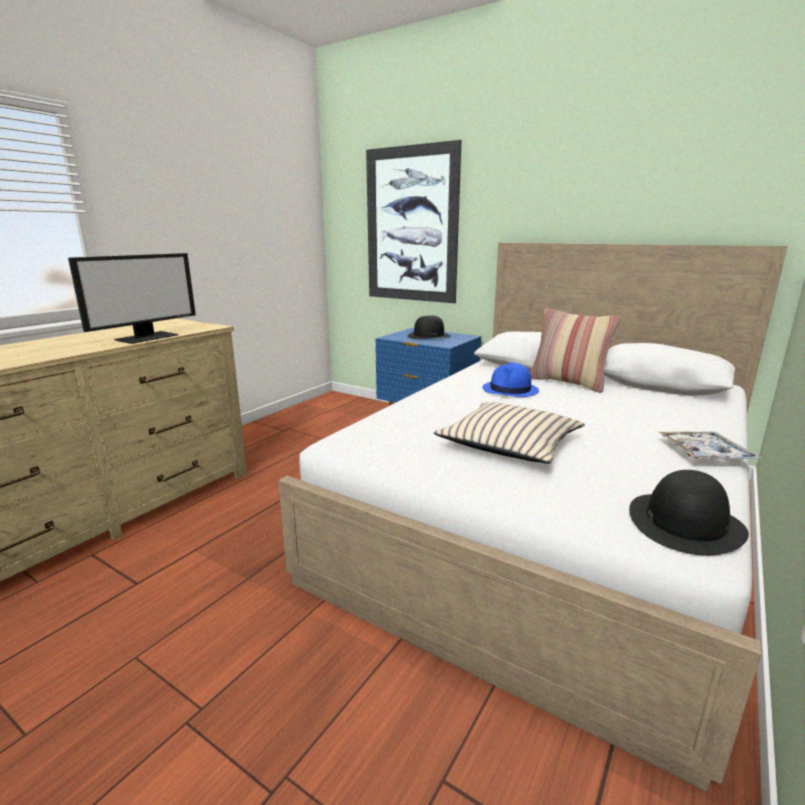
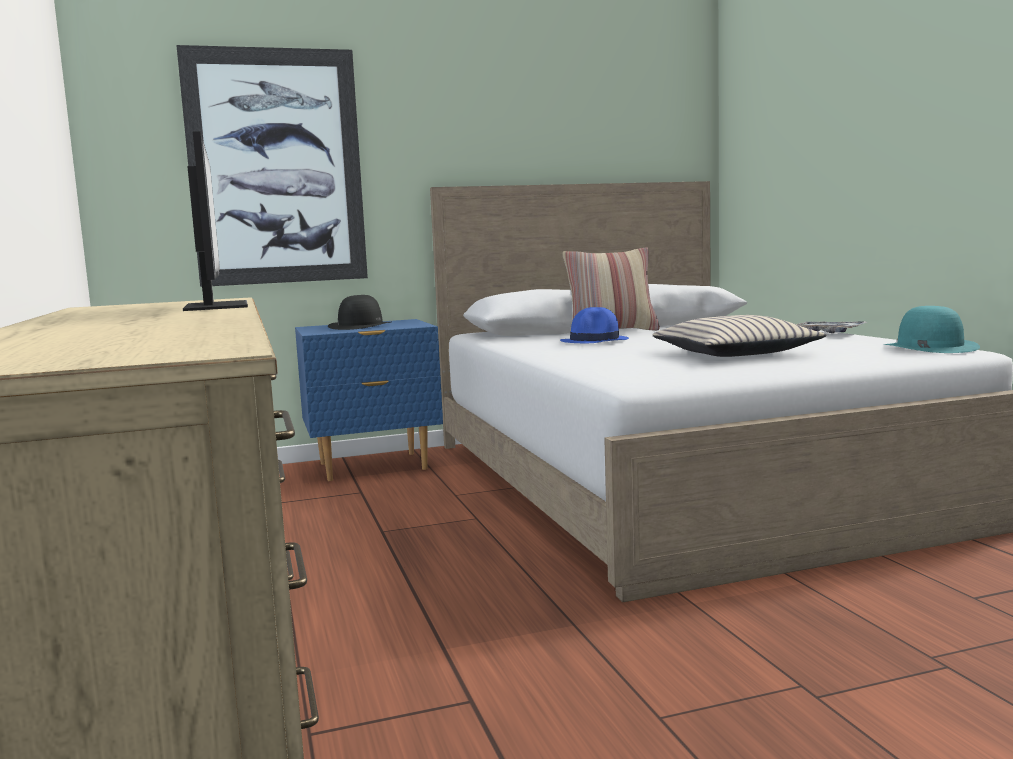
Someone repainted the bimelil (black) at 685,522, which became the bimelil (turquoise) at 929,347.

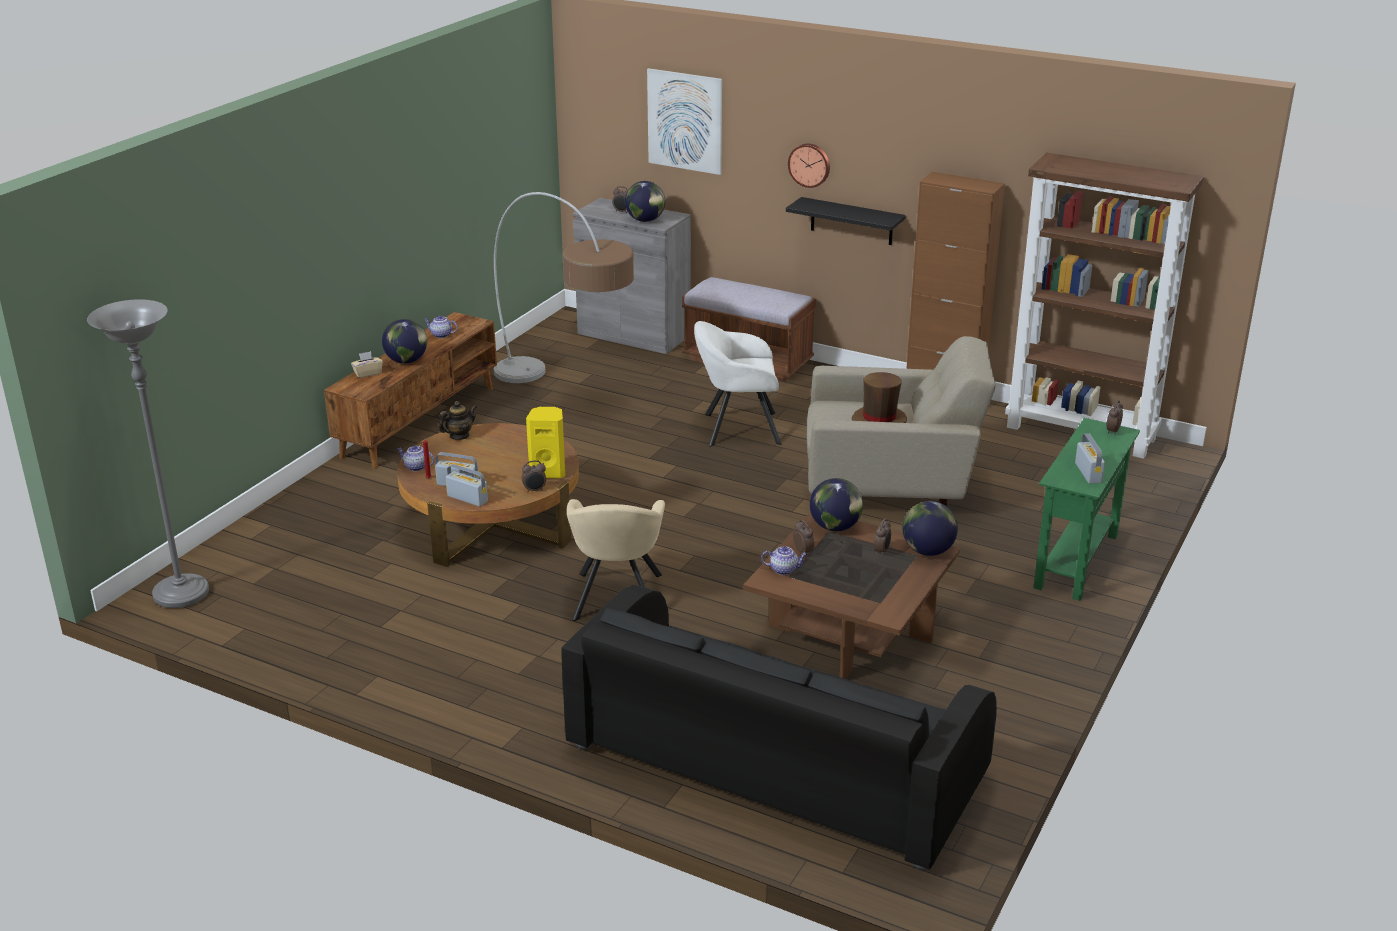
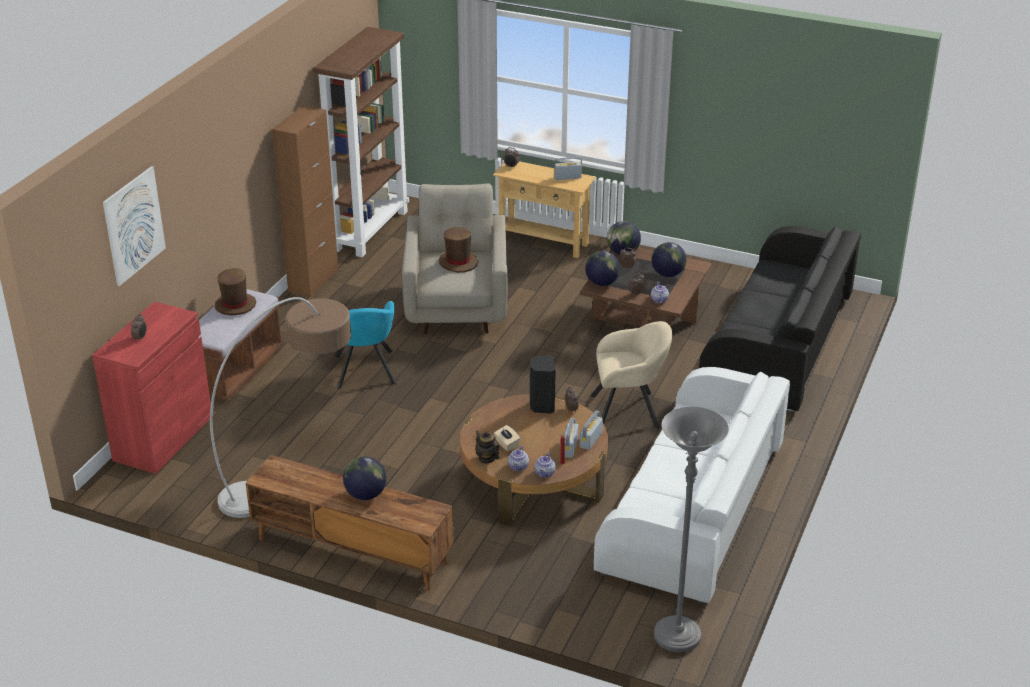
Someone repainted the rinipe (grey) at 634,334, which became the rinipe (red) at 163,438. Someone put down the bimelil (brown) at 235,305. Someone repainted the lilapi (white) at 737,428, which became the lilapi (turquoise) at 365,371. Someone repainted the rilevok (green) at 1076,561, which became the rilevok (beige) at 543,242. Someone carried the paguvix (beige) from 367,373 to 506,444. Someone carried the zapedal from 441,335 to 518,467. Someone repainted the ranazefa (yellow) at 548,472, which became the ranazefa (black) at 541,406. Someone put down the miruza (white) at 694,510. Someone carried the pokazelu from 645,220 to 668,274. Someone took away the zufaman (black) at 851,221. Someone took away the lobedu at 809,164.

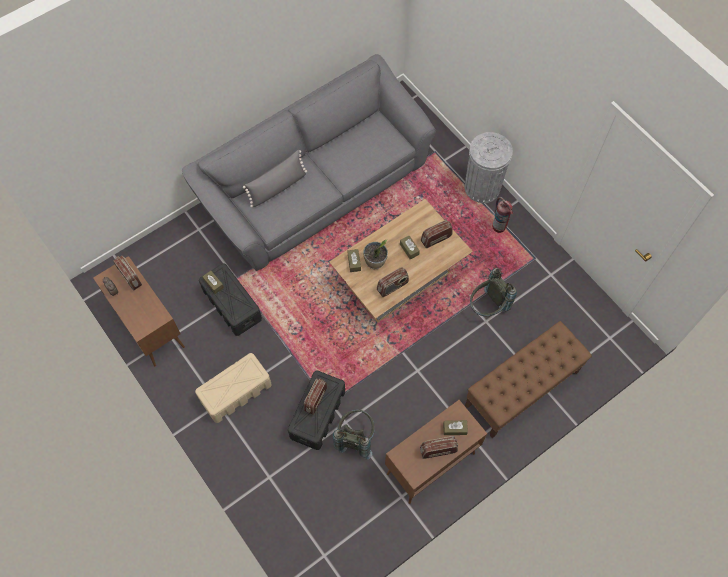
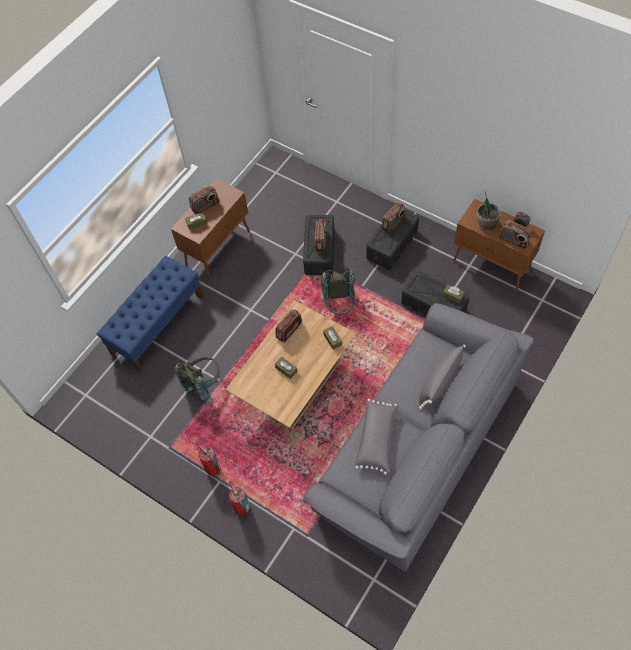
Someone repainted the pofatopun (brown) at 521,389, which became the pofatopun (blue) at 158,325. Someone swapped the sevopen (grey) at 482,188 for the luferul at 242,509. Someone carried the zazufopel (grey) from 355,438 to 339,306. Someone put down the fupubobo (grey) at 377,439. Someone repainted the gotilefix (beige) at 235,392, which became the gotilefix (black) at 392,244. Someone carried the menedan from 436,238 to 393,223. Someone carried the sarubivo from 375,262 to 486,224.

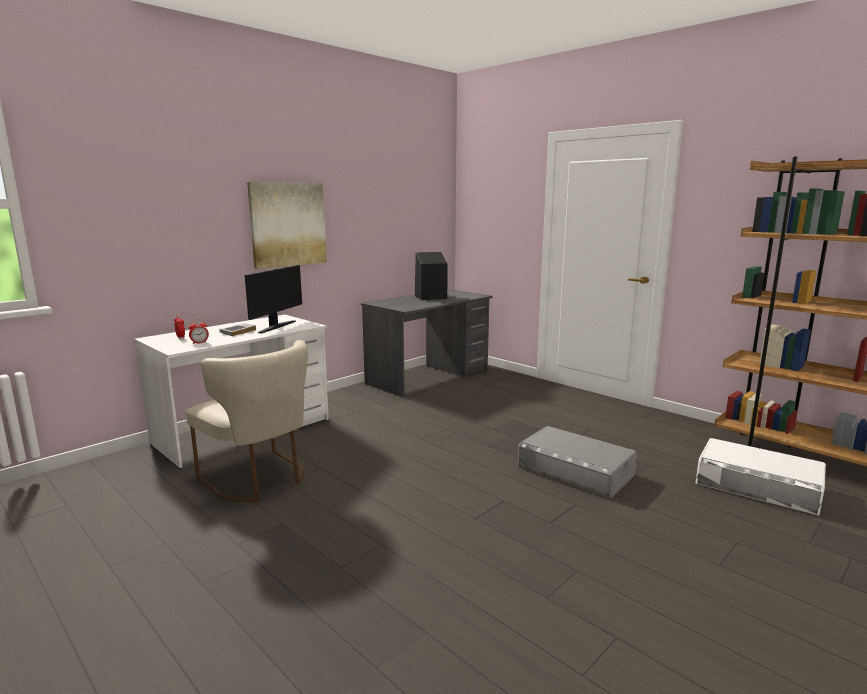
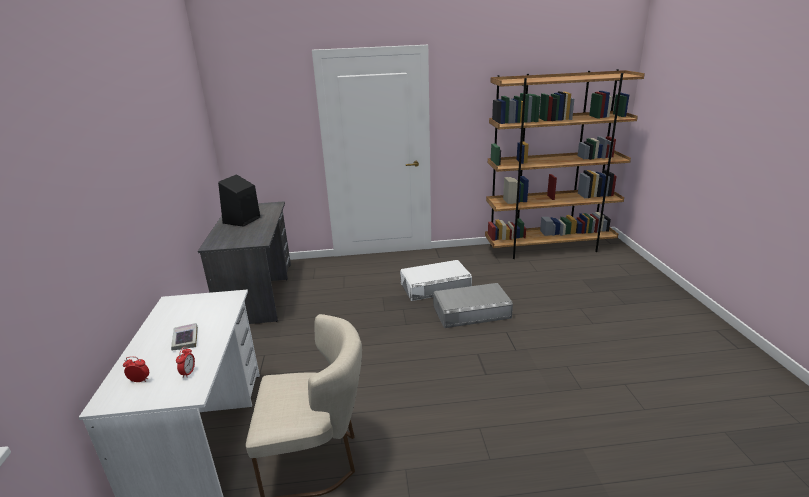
Someone carried the gotilefix (white) from 757,485 to 435,286. Someone took away the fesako at 276,326. Someone took away the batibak at 288,224.

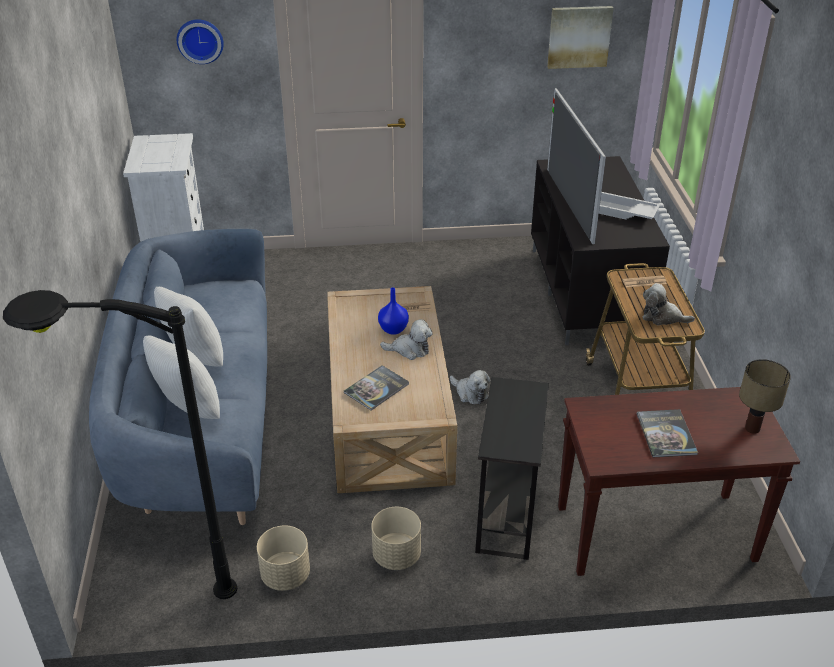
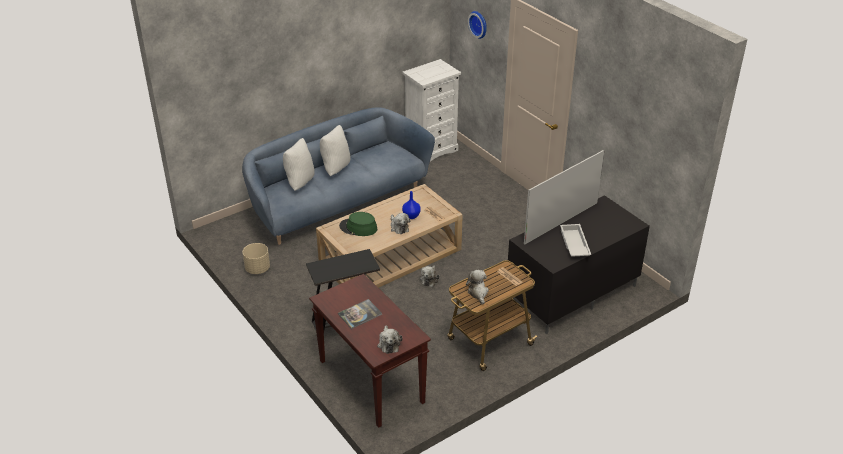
Someone swapped the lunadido at 376,388 for the bimelil (green) at 358,228. Someone swapped the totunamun at 751,428 for the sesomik at 388,343. Someone took away the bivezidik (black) at 149,595. Someone took away the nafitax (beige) at 396,556. Someone took away the batibak at 579,36.

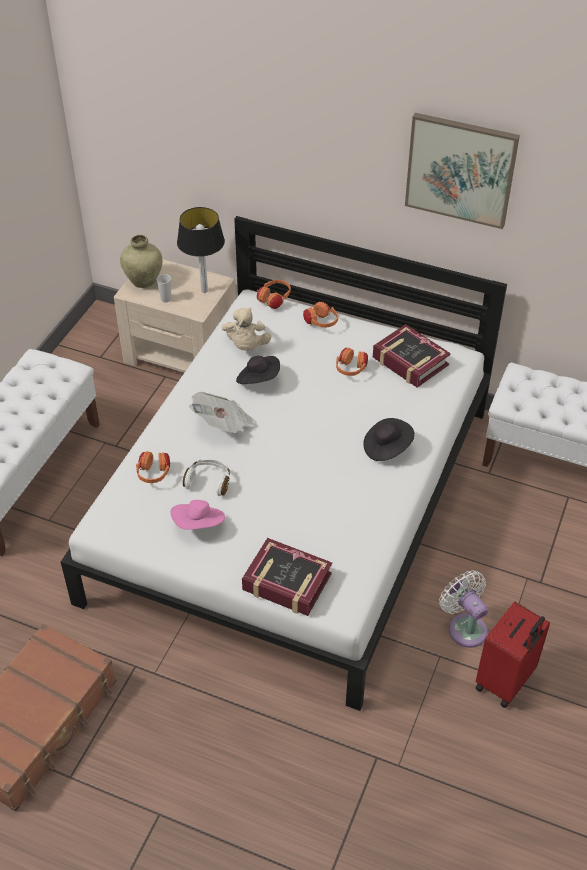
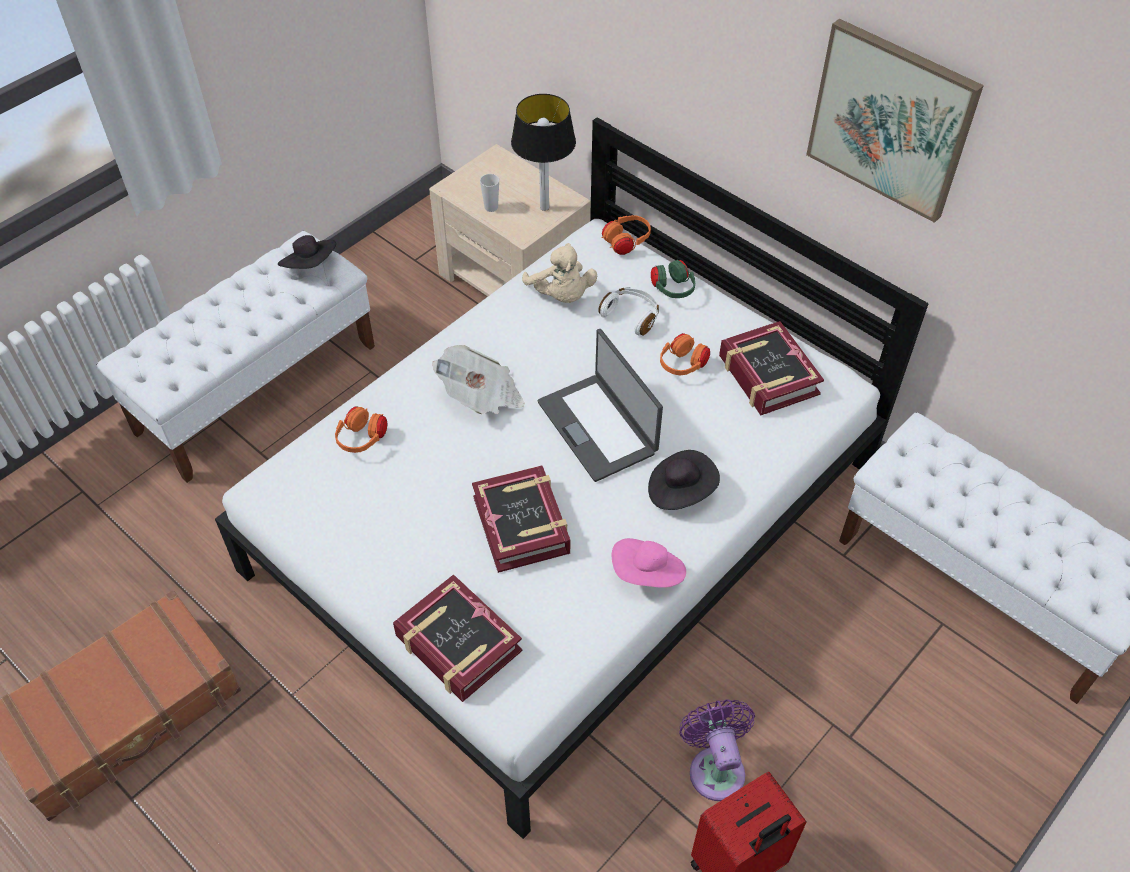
Someone carried the bimelil (black) from 258,379 to 311,266. Someone put down the lunadido at 522,524. Someone rotated the sesomik (beige) at 246,345 by 45 degrees counterclockwise. Someone put down the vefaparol at 598,427. Someone carried the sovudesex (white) from 209,481 to 631,316. Someone carried the bimelil (pink) from 199,524 to 648,574. Someone repainted the sovudesex (orange) at 321,323, which became the sovudesex (green) at 672,290. Someone repainted the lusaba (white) at 465,627, which became the lusaba (purple) at 715,767. Someone took away the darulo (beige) at 144,281.

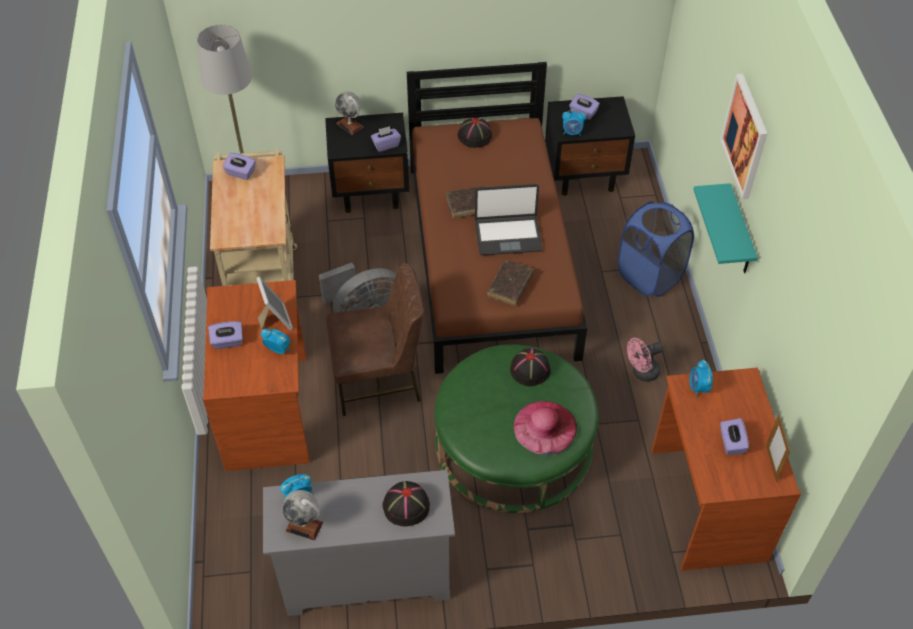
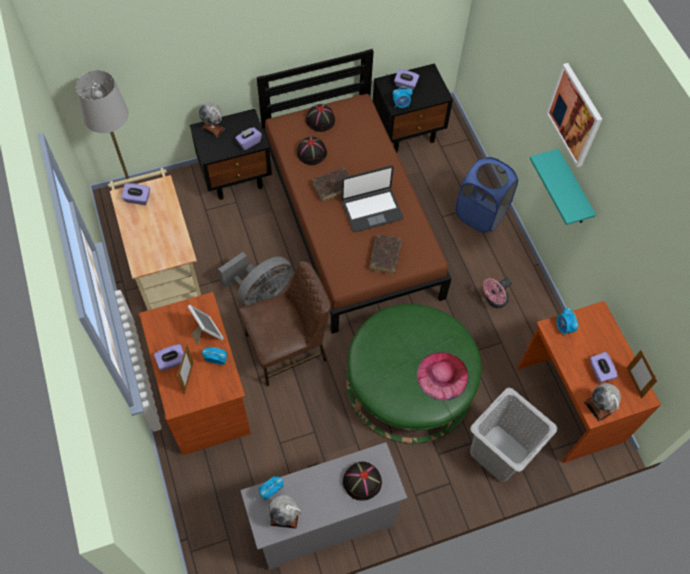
Someone put down the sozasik at 188,378. Someone carried the bimelil (black) from 530,369 to 312,152. Someone put down the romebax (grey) at 499,452. Someone put down the pokazelu at 597,407.

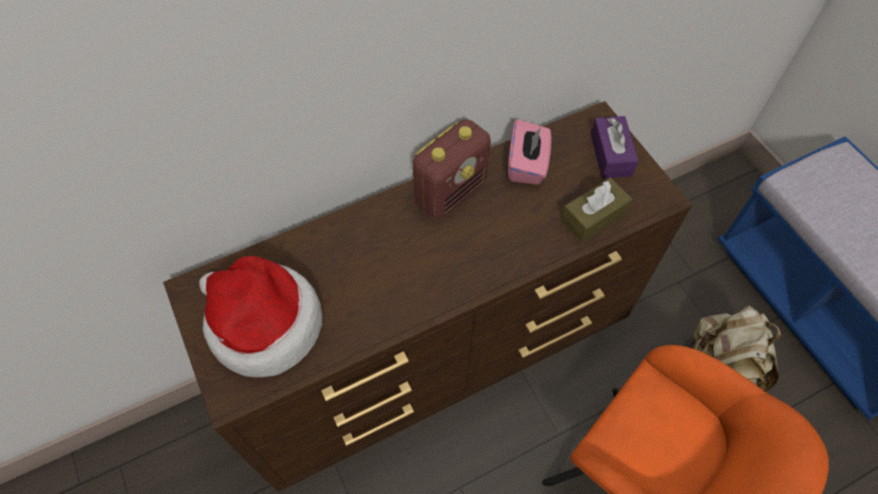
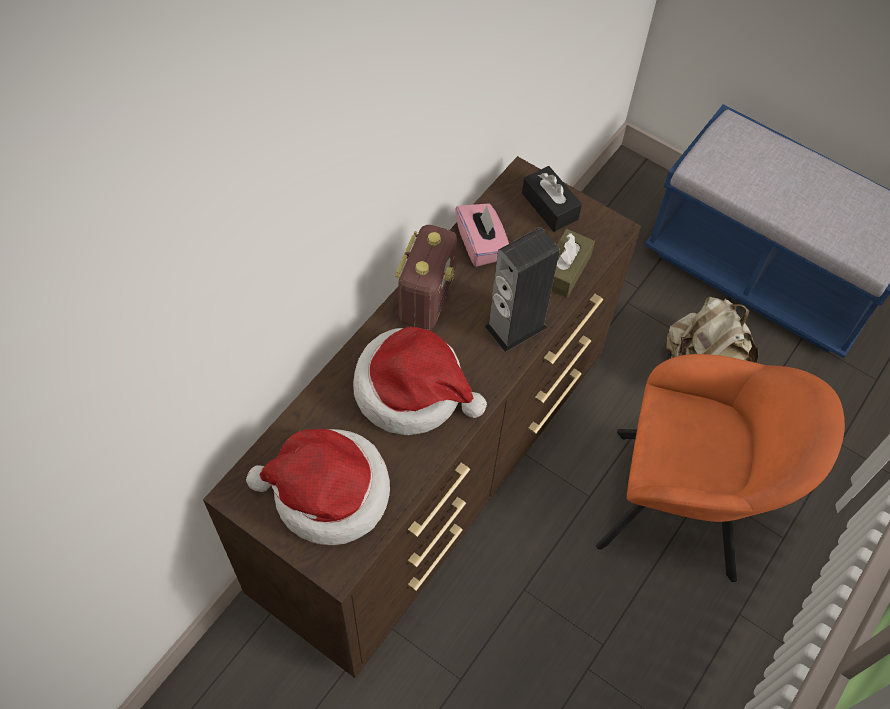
Someone put down the bimelil at 412,390. Someone put down the ranazefa at 516,327. Someone repainted the paguvix (purple) at 610,155, which became the paguvix (black) at 549,206.

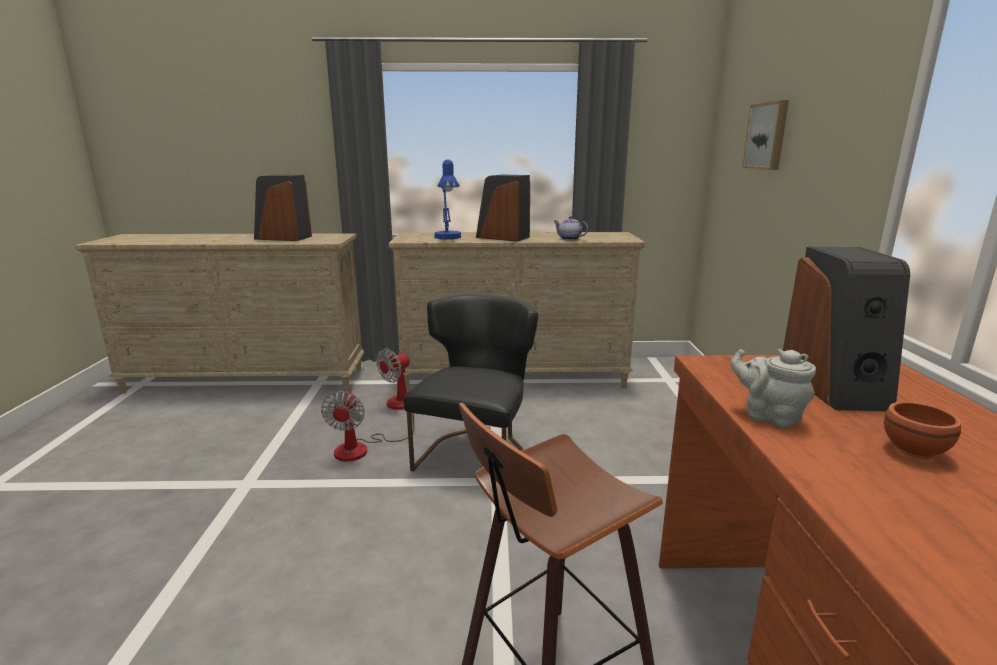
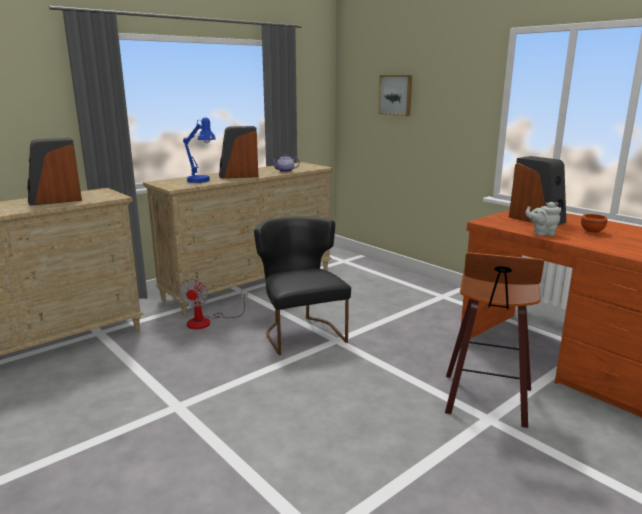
Someone took away the lusaba at 362,448.

